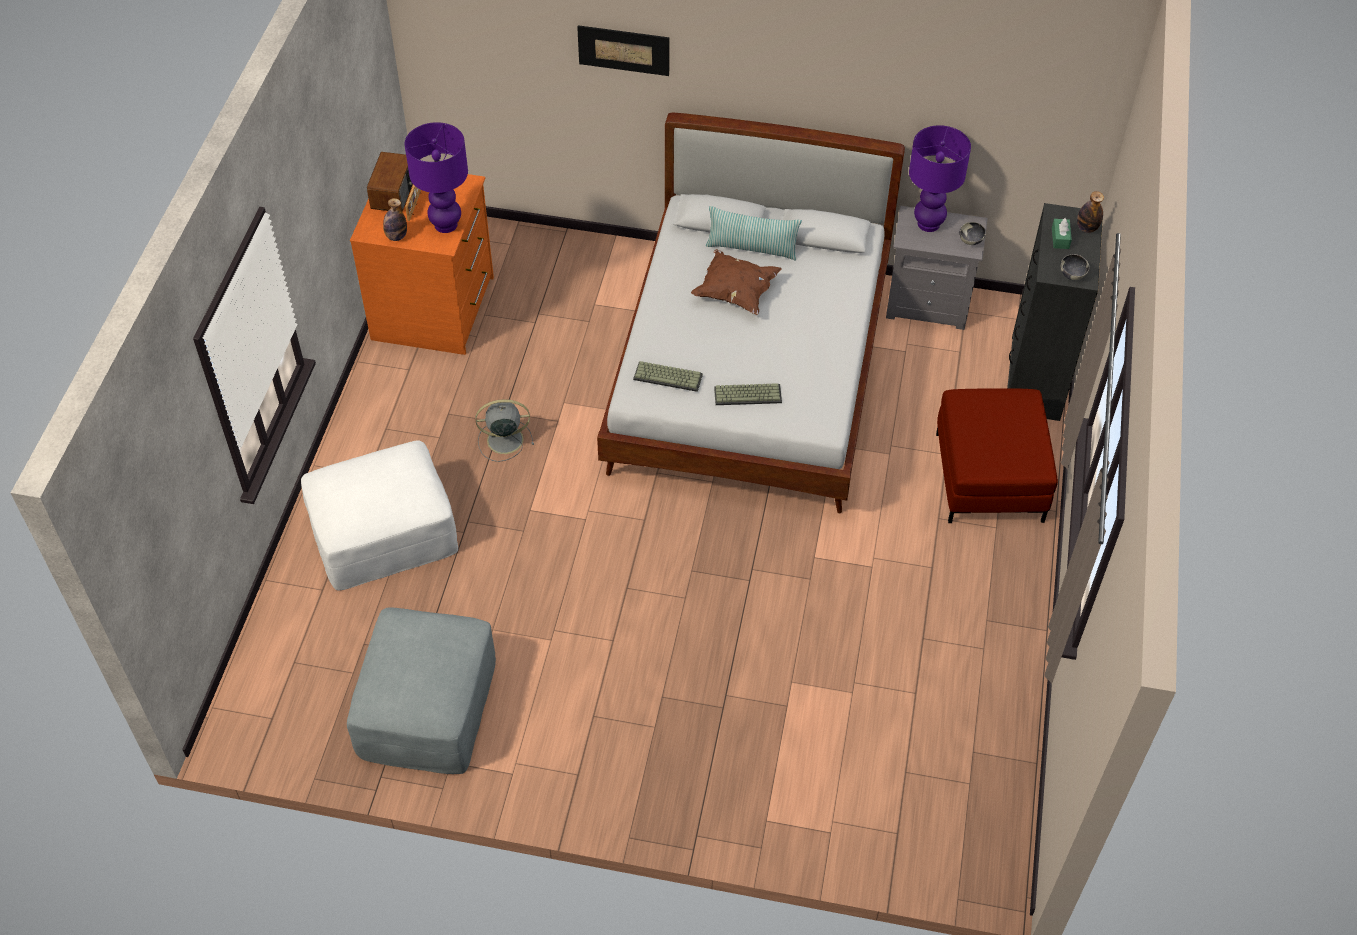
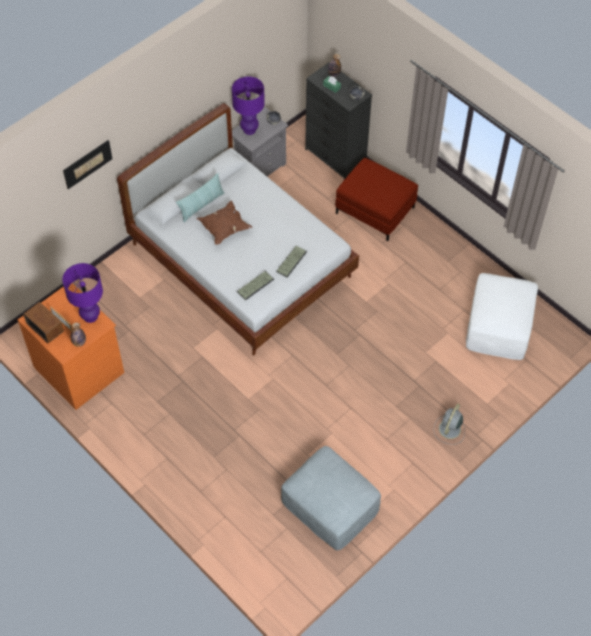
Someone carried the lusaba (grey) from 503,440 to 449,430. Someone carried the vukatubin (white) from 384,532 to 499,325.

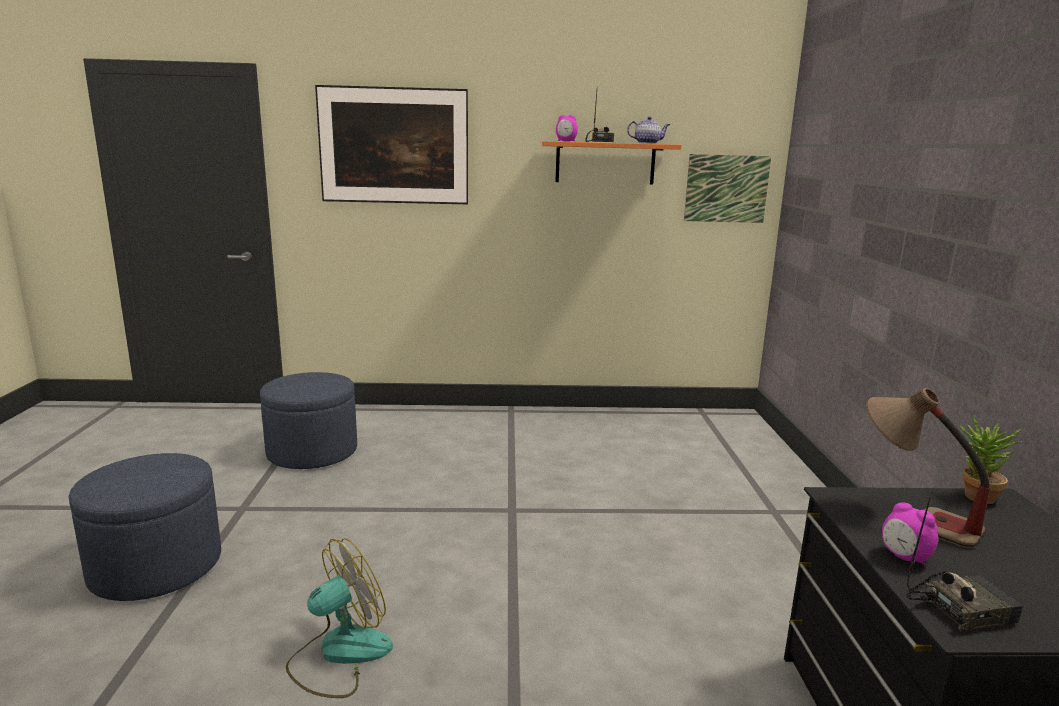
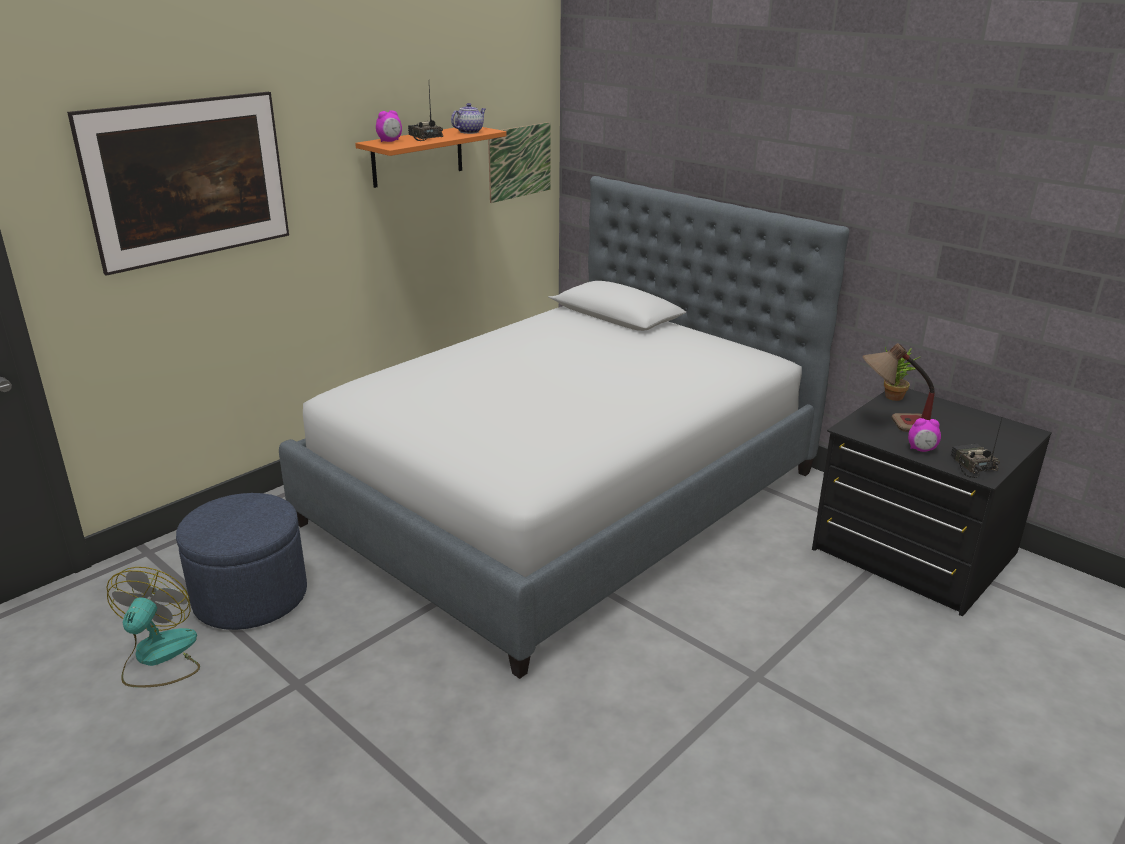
Someone carried the lusaba from 339,654 to 158,657. Someone put down the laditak at 565,497. Someone rotated the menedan at 960,608 by 45 degrees counterclockwise. Someone took away the vukatubin (blue) at 156,566.

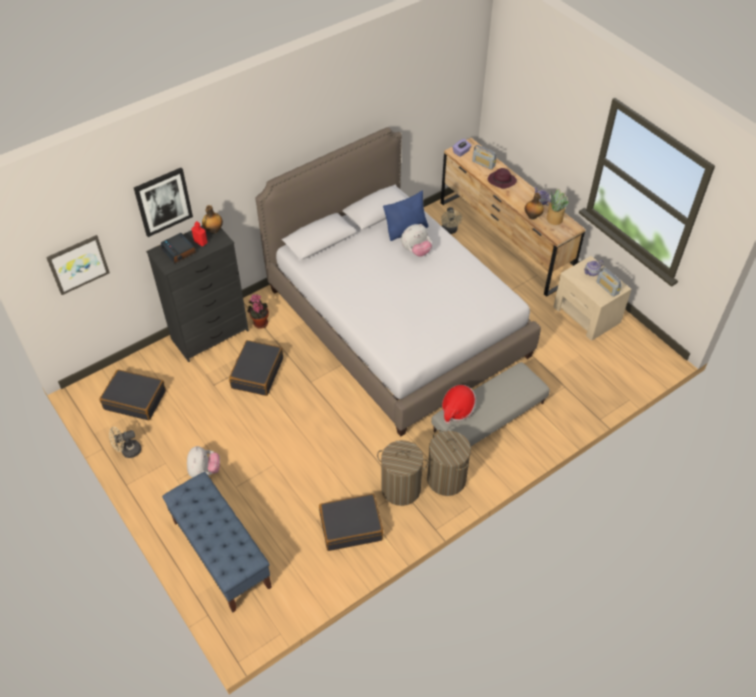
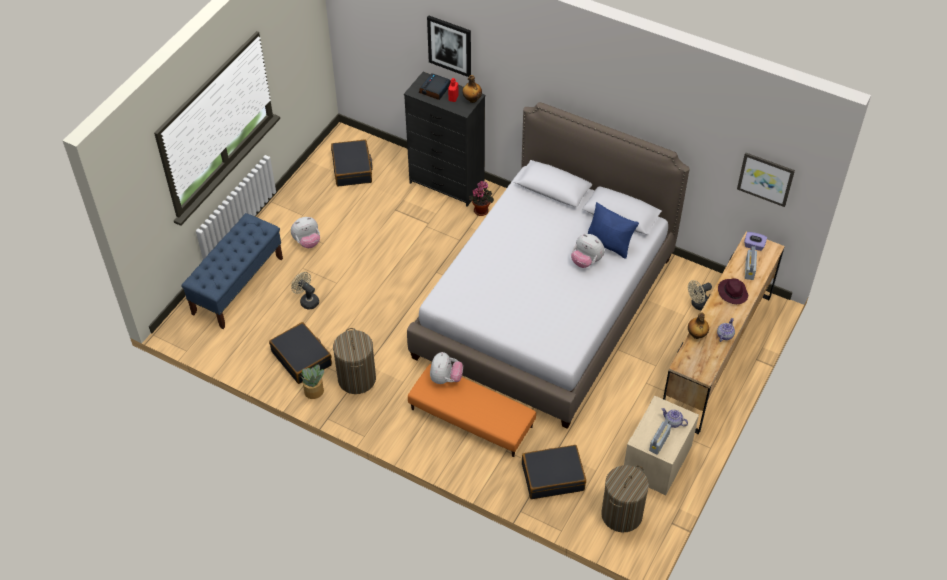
Someone carried the lusaba (beige) from 128,451 to 307,300. Someone carried the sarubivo from 554,218 to 314,391. Someone repainted the vukatubin (grey) at 489,416, which became the vukatubin (orange) at 471,417. Someone swapped the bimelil at 457,409 for the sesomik at 445,378. Someone carried the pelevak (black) from 257,373 to 553,476. Someone carried the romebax from 446,479 to 621,514. Someone carried the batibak from 78,264 to 765,178.

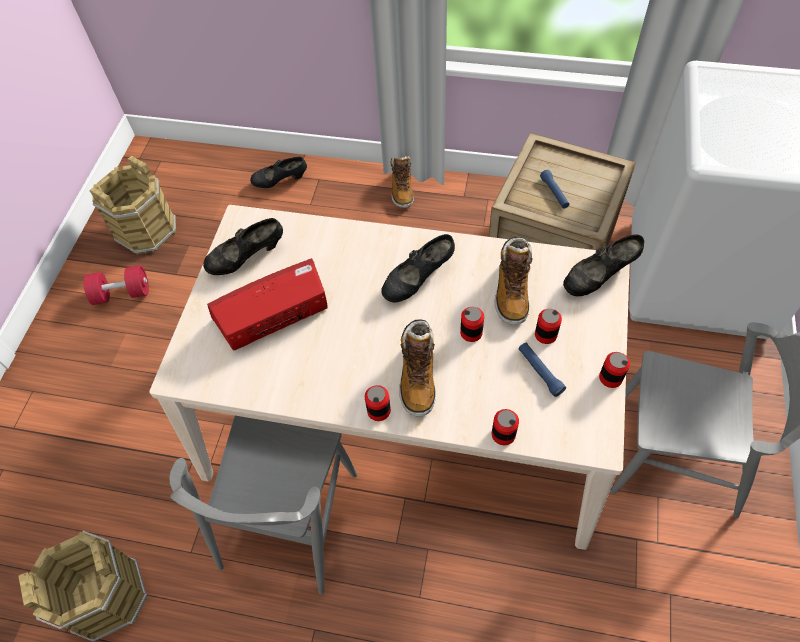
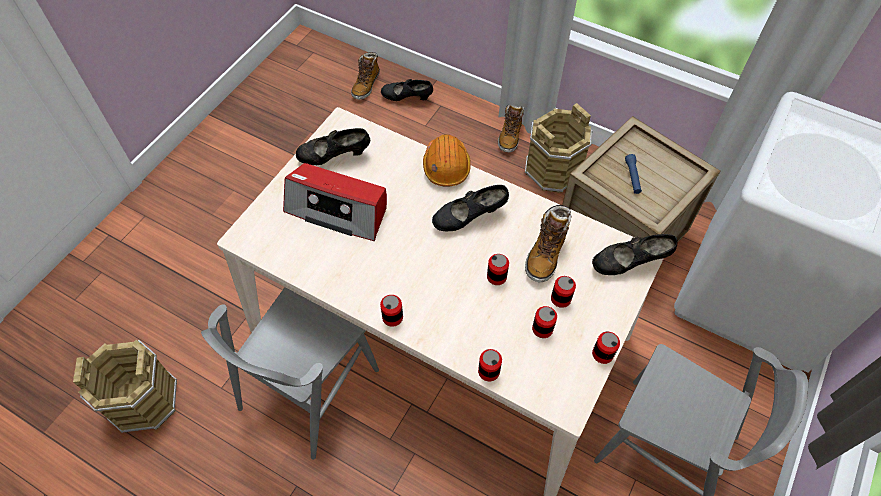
Someone rotated the menedan at 273,313 by 150 degrees counterclockwise. Someone carried the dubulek from 418,378 to 366,85. Someone put down the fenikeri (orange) at 446,166. Someone carried the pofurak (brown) from 147,231 to 553,170. Someone swapped the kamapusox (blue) at 540,372 for the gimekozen at 542,329. Someone took away the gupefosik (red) at 122,293.

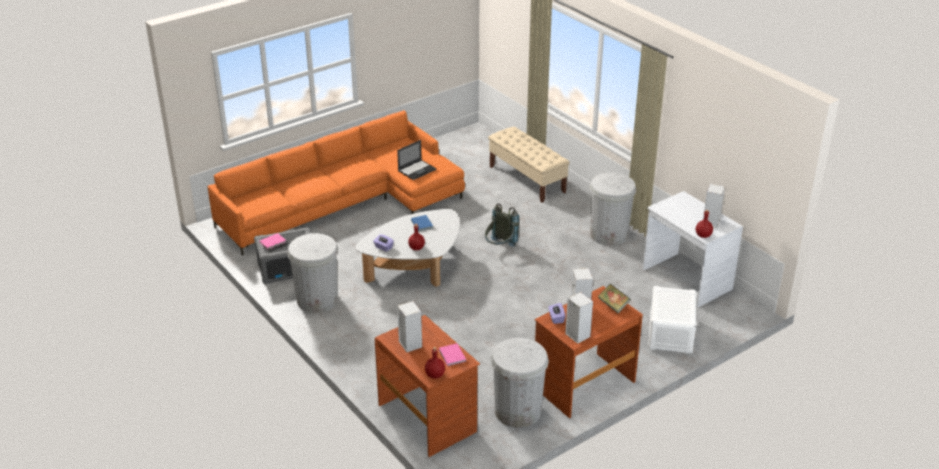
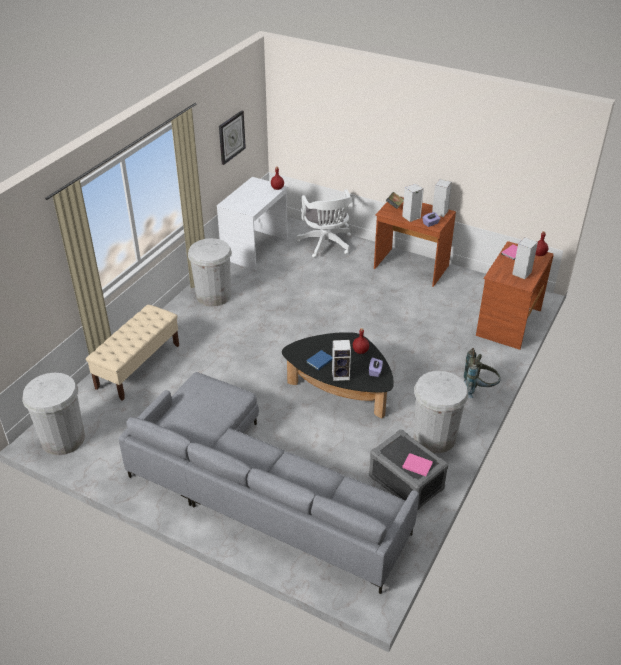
Someone carried the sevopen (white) from 517,411 to 63,439. Someone repainted the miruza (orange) at 345,203, which became the miruza (grey) at 257,490. Someone put up the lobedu at 231,137. Someone repainted the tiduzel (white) at 415,268, which became the tiduzel (black) at 340,391. Someone swapped the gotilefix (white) at 670,333 for the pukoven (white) at 326,245. Someone carried the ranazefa from 711,222 to 341,375. Someone carried the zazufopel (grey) from 500,248 to 478,389. Someone took away the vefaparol at 417,170.

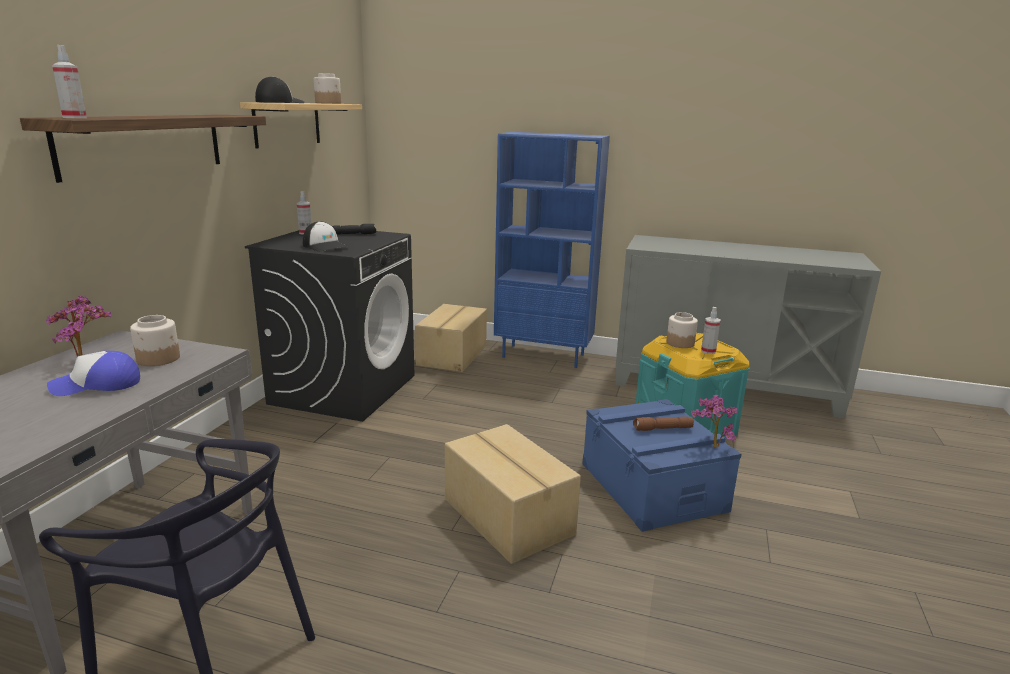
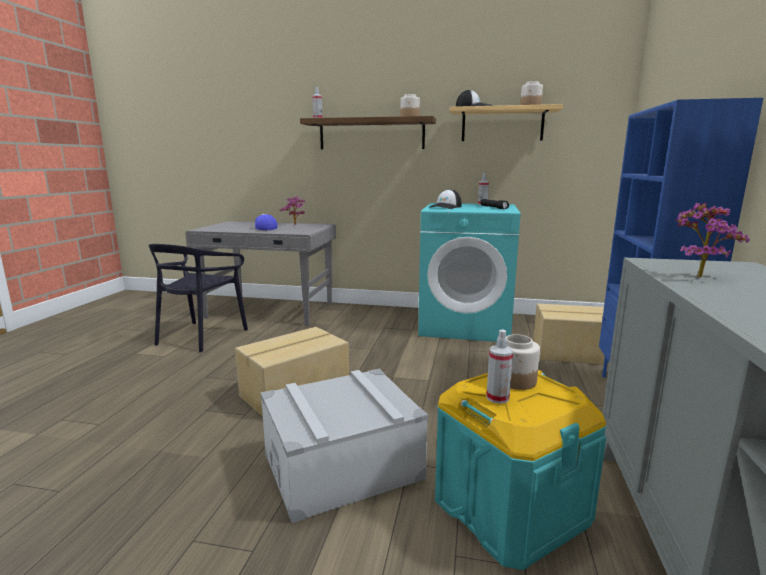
Someone repainted the gotilefix (blue) at 652,487, which became the gotilefix (grey) at 342,466. Someone carried the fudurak from 159,359 to 409,117. Someone repainted the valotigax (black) at 344,389, which became the valotigax (turquoise) at 465,325. Someone carried the sarubivo from 711,446 to 697,276. Someone took away the kamapusox (brown) at 662,429.

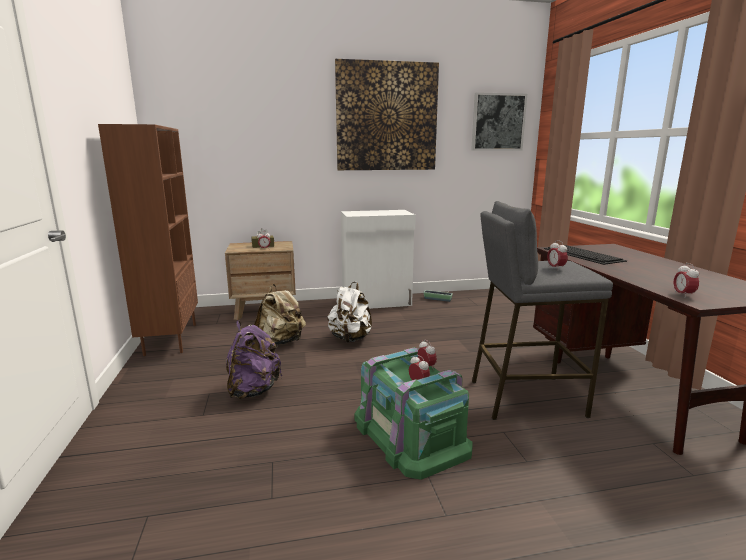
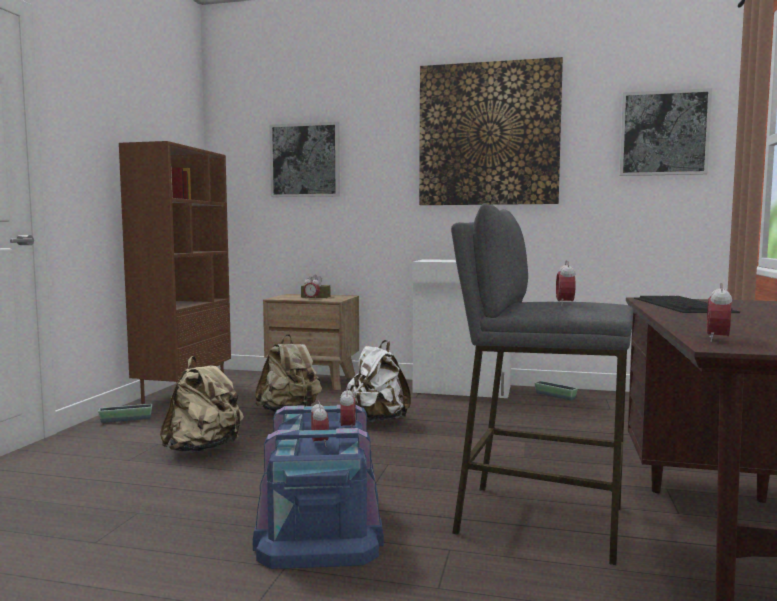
Someone put down the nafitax at 126,419. Someone repainted the zazufopel (purple) at 253,390, which became the zazufopel (beige) at 203,449. Someone repainted the gotilefix (green) at 409,434, which became the gotilefix (blue) at 319,523. Someone put up the batibak at 305,160.

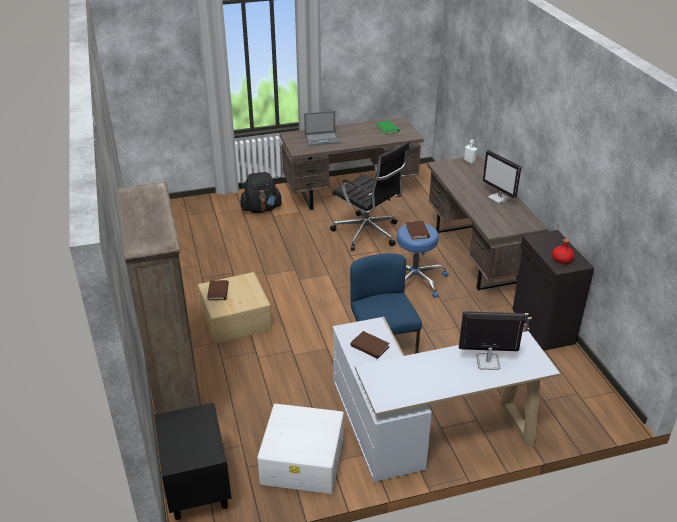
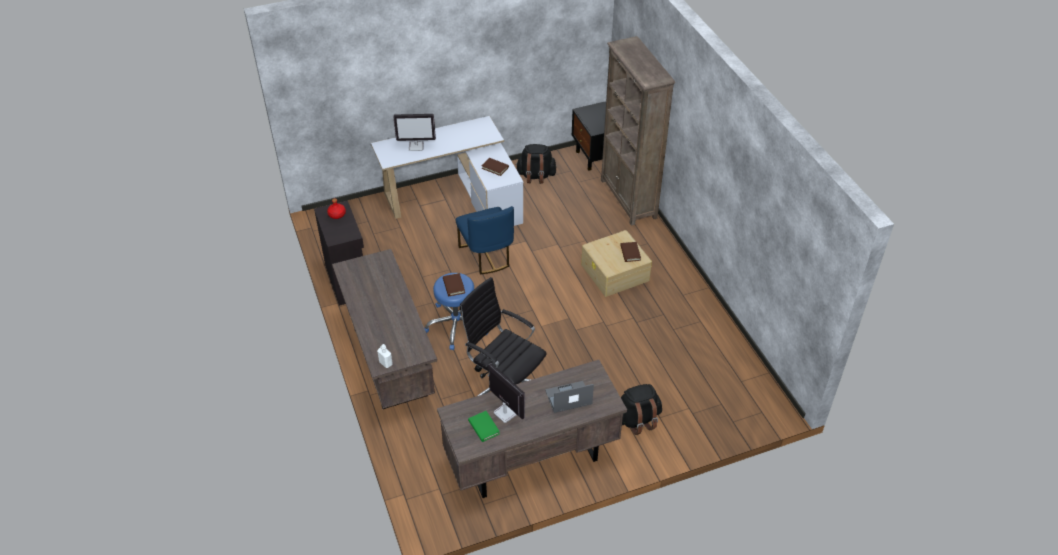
Someone carried the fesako from 499,198 to 505,412. Someone swapped the gotilefix (white) at 303,460 for the zazufopel (black) at 536,176.

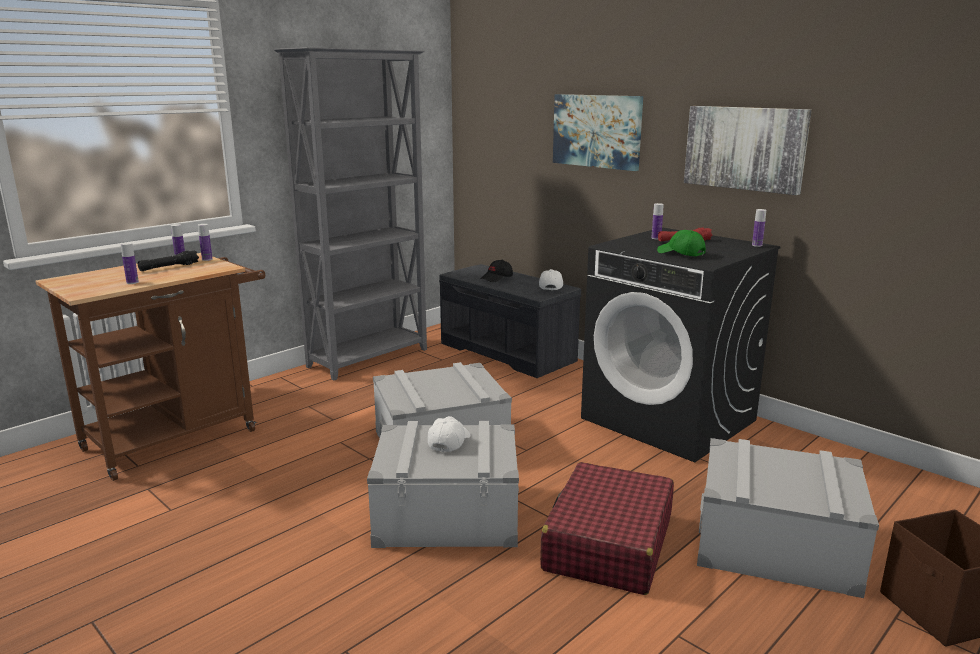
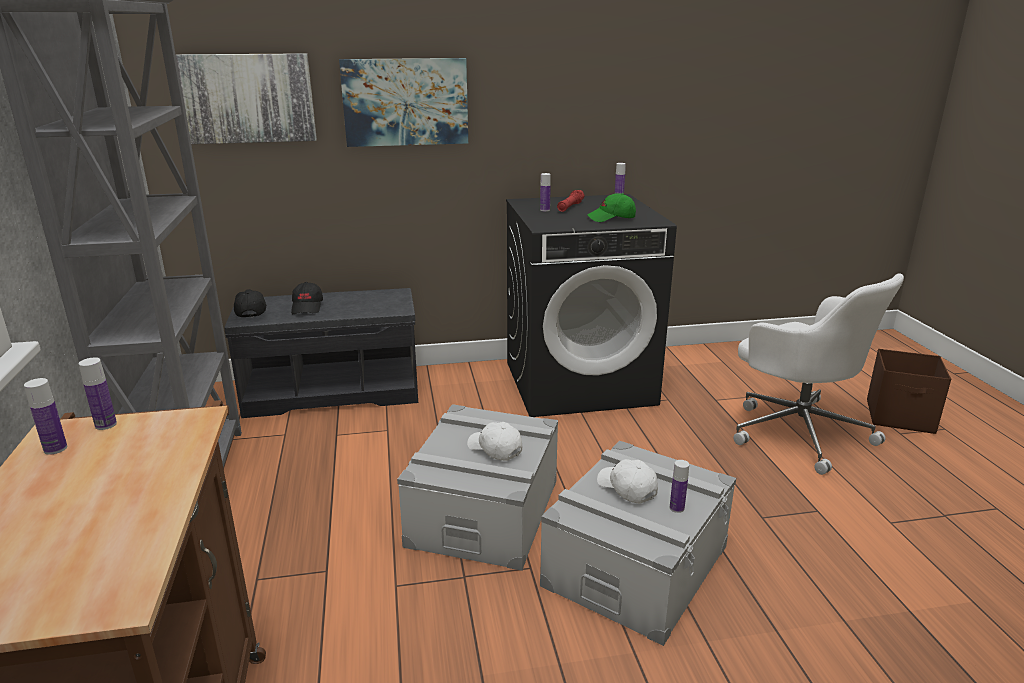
Someone carried the batibak from 745,148 to 245,98. Someone put down the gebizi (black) at 251,311. Someone carried the gebizi (white) from 550,287 to 494,449. Someone carried the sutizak from 132,282 to 676,508. Someone swapped the gotilefix (grey) at 775,545 for the pukoven (white) at 797,431. Someone took away the kamapusox (black) at 169,267. Someone took away the pelevak (red) at 608,544.

